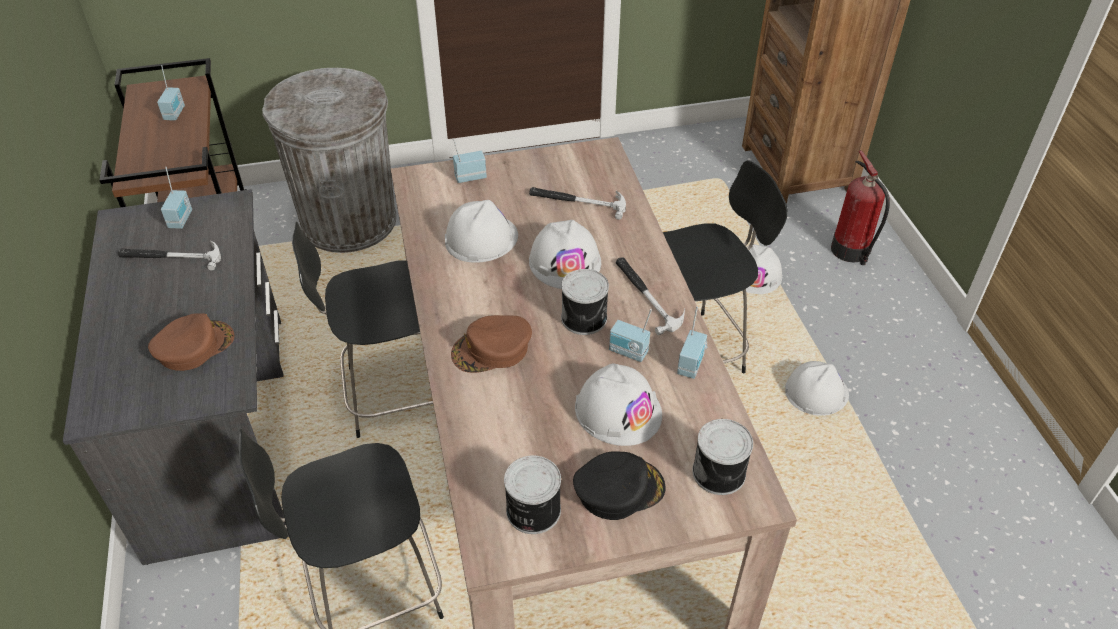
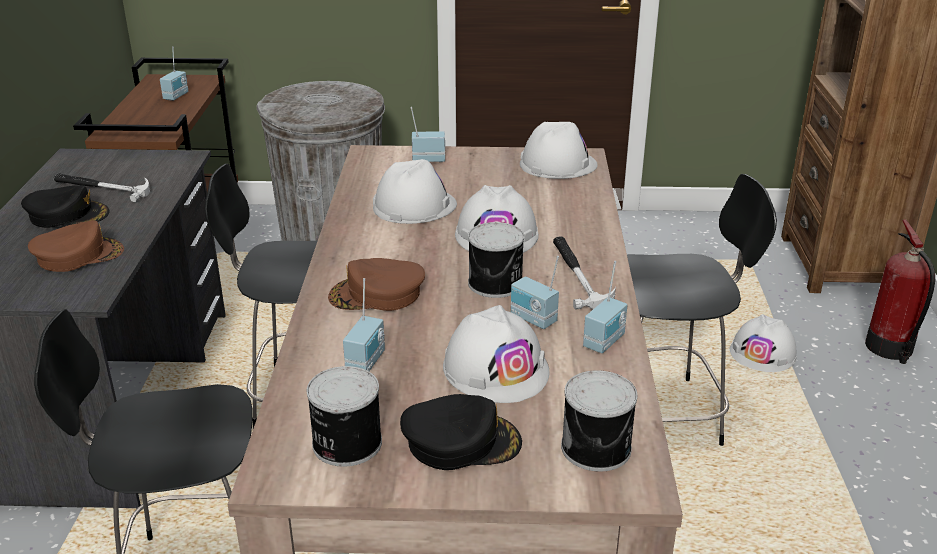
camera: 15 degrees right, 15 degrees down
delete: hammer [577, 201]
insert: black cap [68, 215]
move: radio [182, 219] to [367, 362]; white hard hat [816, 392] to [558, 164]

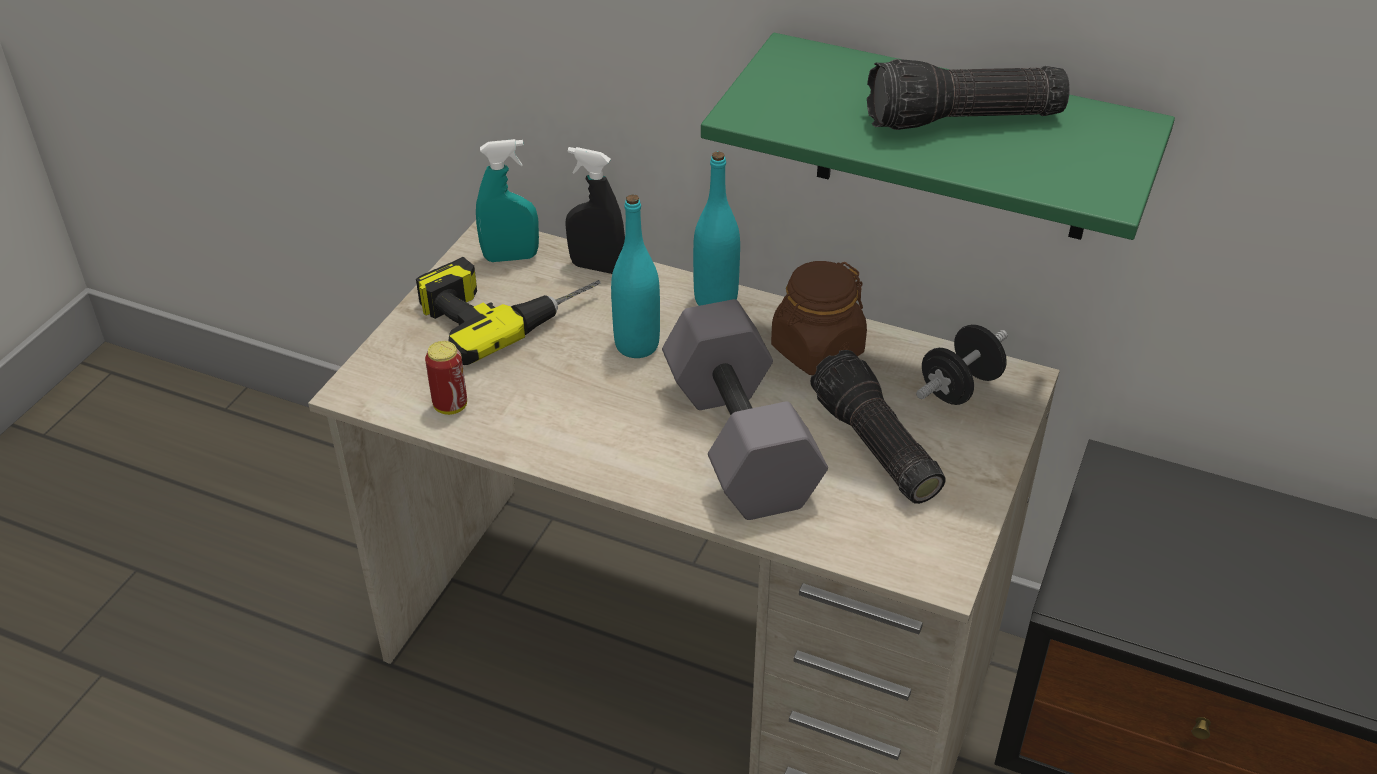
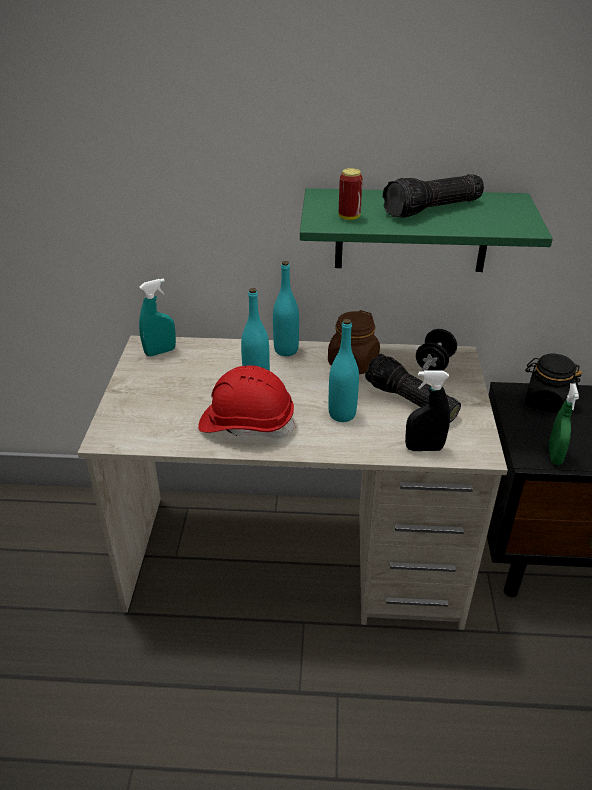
camera: 20 degrees left, 5 degrees down
delete: power drill [505, 307]
insert: red hard hat [246, 424]; black jar [546, 401]; green spray bottle [554, 455]
move: can [450, 406] to [349, 217]; black spray bottle [596, 267] to [424, 448]
replace: grey dumbbell [744, 441] to turquoise bottle [342, 414]

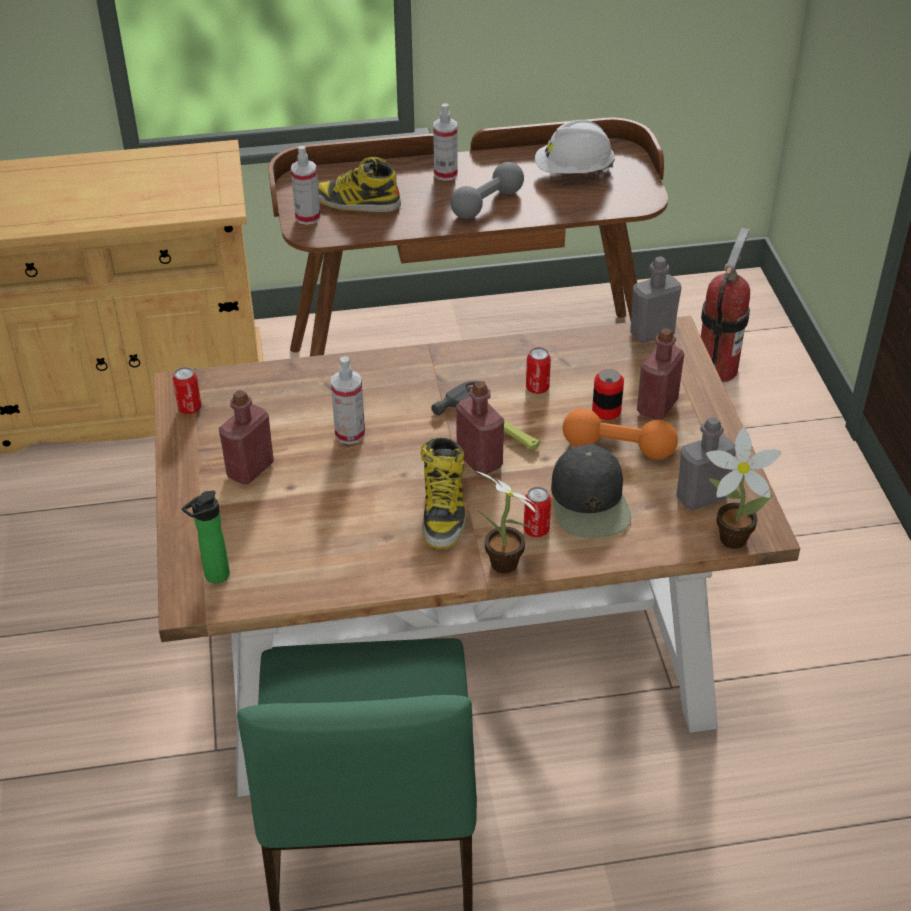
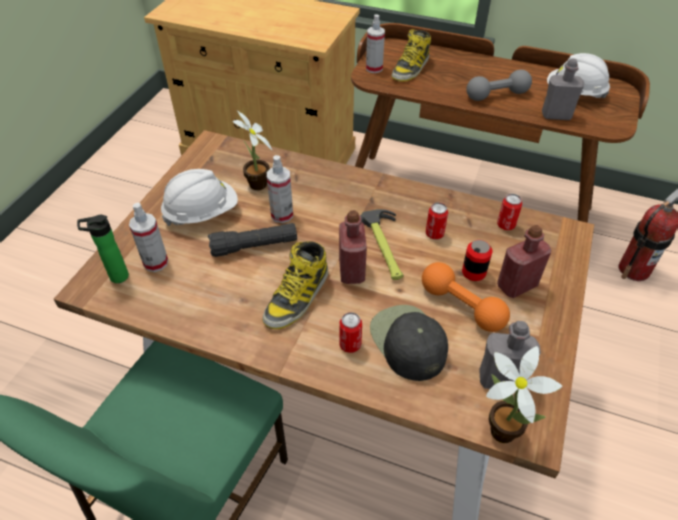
camera: 30 degrees right, 5 degrees up
insert: black flashlight [254, 246]
move: spray bottle [445, 174] to [156, 262]; potted plant [506, 567] to [257, 187]; can [189, 408] to [506, 225]; grey bottle [652, 333] to [556, 115]
replace: red bottle [250, 469] to white hard hat [202, 213]
rotate: black cap [590, 502] = [407, 342] 135 degrees clockwise; boot [355, 202] = [410, 68] 105 degrees counterclockwise

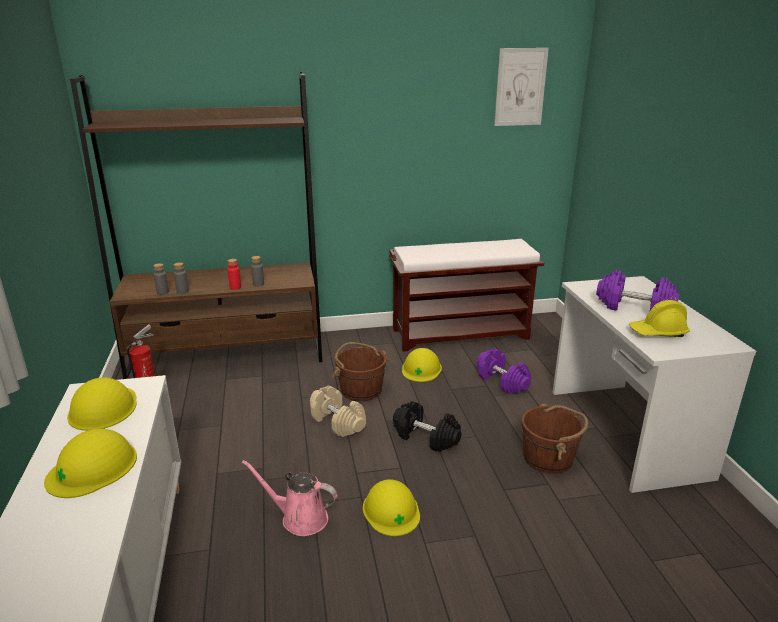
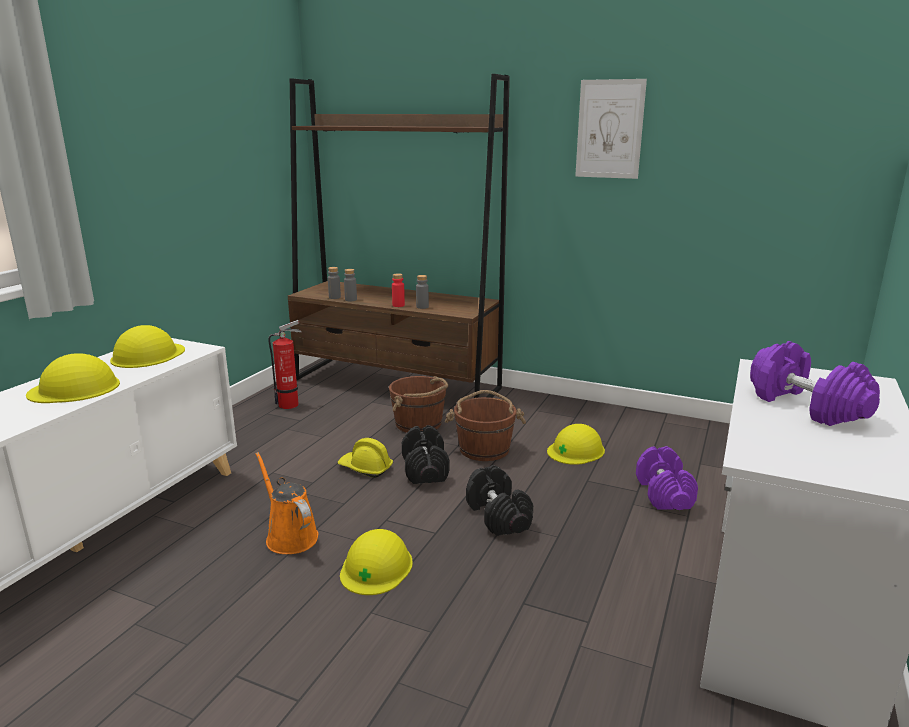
camera: 35 degrees right, 5 degrees down
delete: brown bench [461, 334]
move: yellow hard hat [658, 332] to [365, 468]; brown bucket [549, 458] to [419, 424]; picture [520, 87] to [609, 129]
recolor: pink watering can [300, 518] to orange watering can [289, 536]; beige dumbbell [337, 422] to black dumbbell [424, 469]

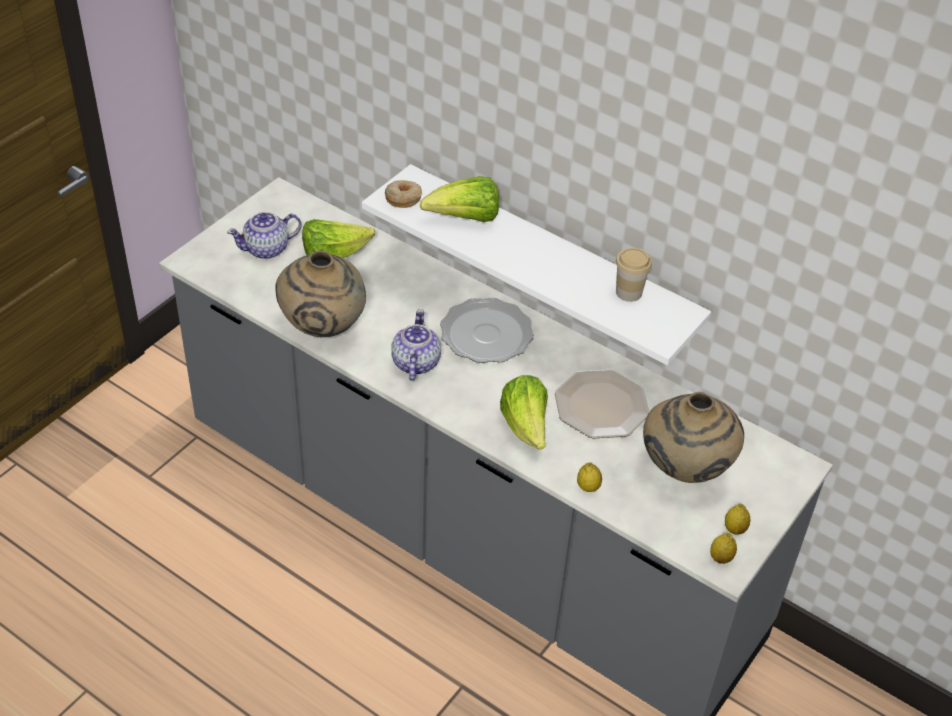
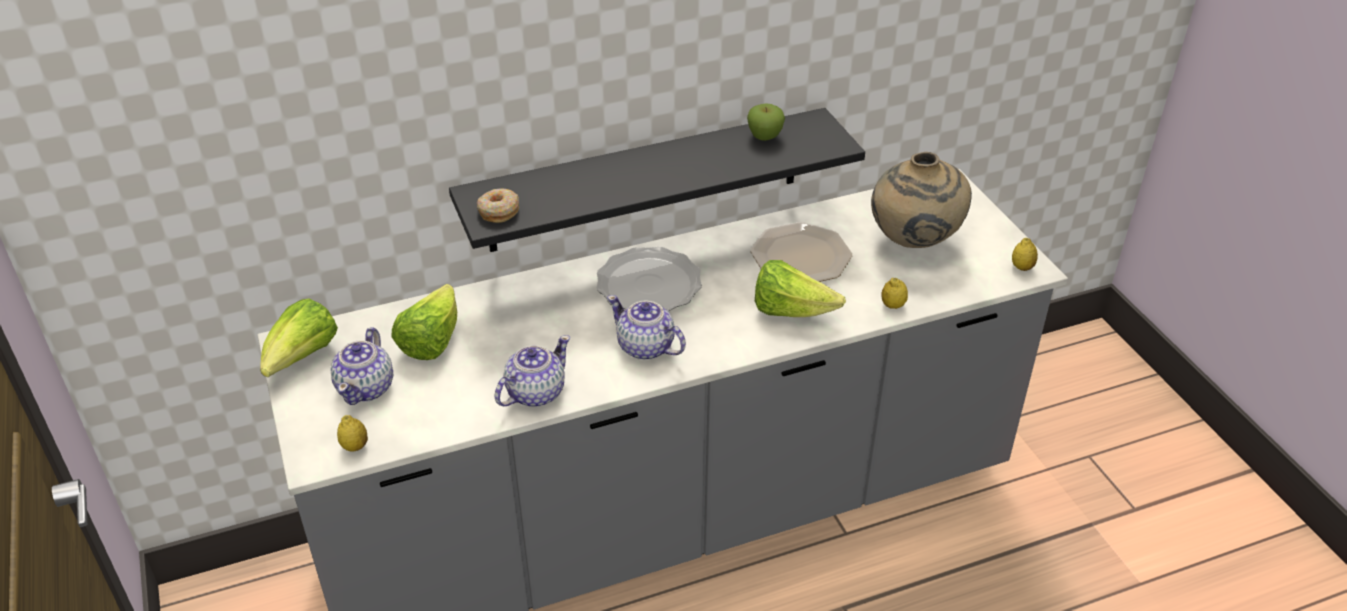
camera: 55 degrees left, 5 degrees down
move: lettuce [465, 219] to [302, 358]; lemon [735, 529] to [355, 446]
replace: beige vase [323, 328] to teapot [534, 393]; cup [628, 292] to apple [764, 137]
recolor: white shelf [550, 262] to black shelf [645, 180]

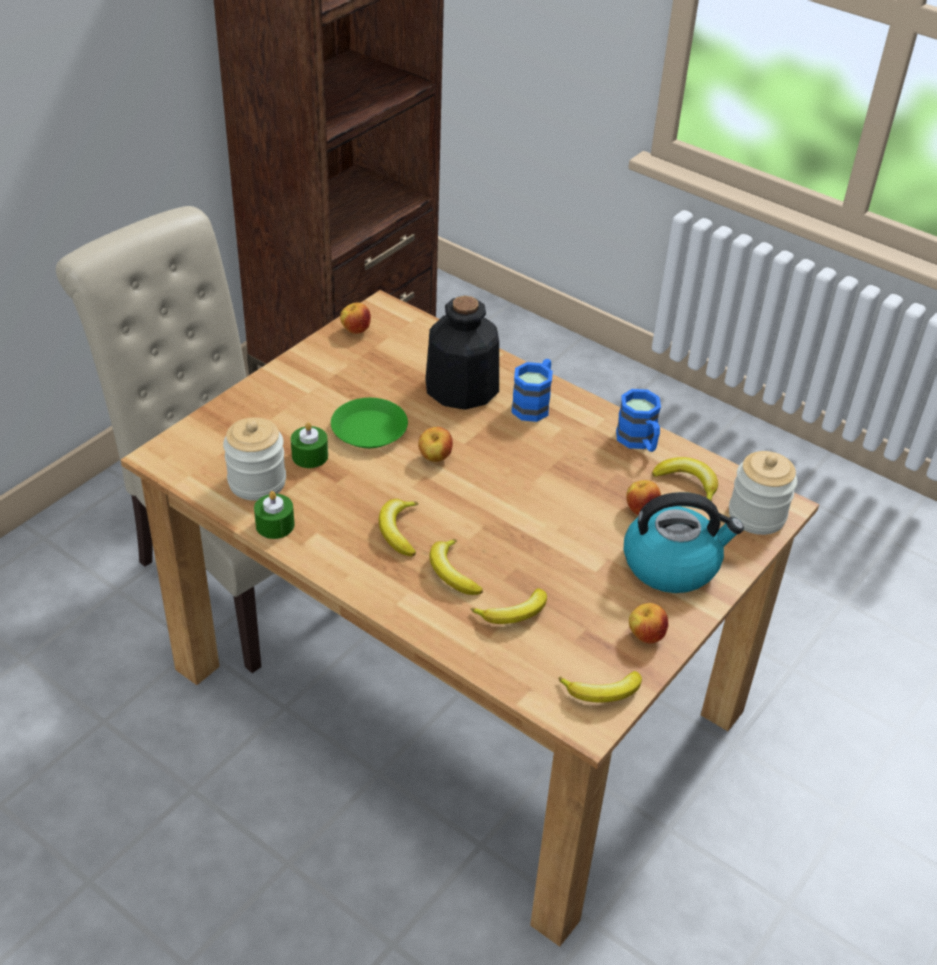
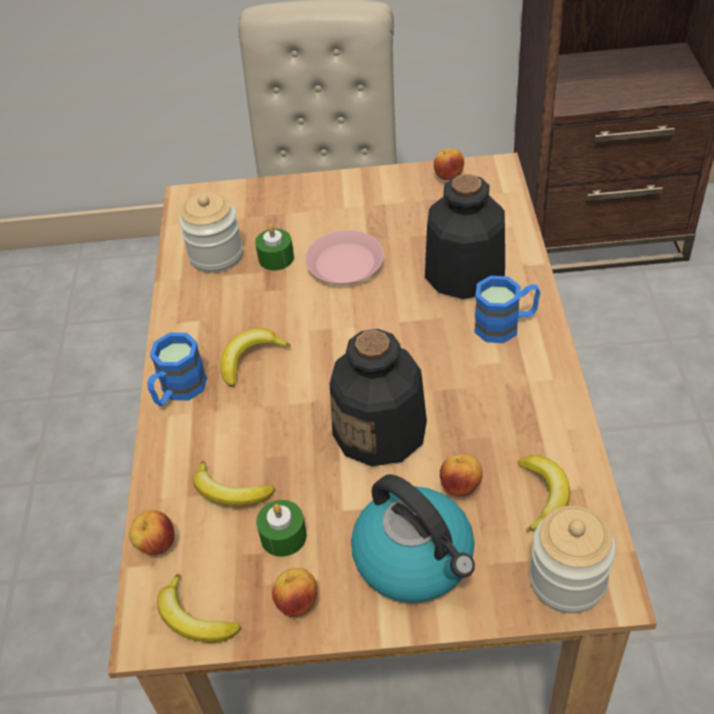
camera: 55 degrees right, 5 degrees up
delete: banana [452, 573]
insert: bottle [381, 430]
move: apple [434, 458] to [156, 545]; blue mug [639, 442] to [178, 391]; green candle [275, 525] to [283, 536]
recolor: green plate [369, 430] to pink plate [344, 264]

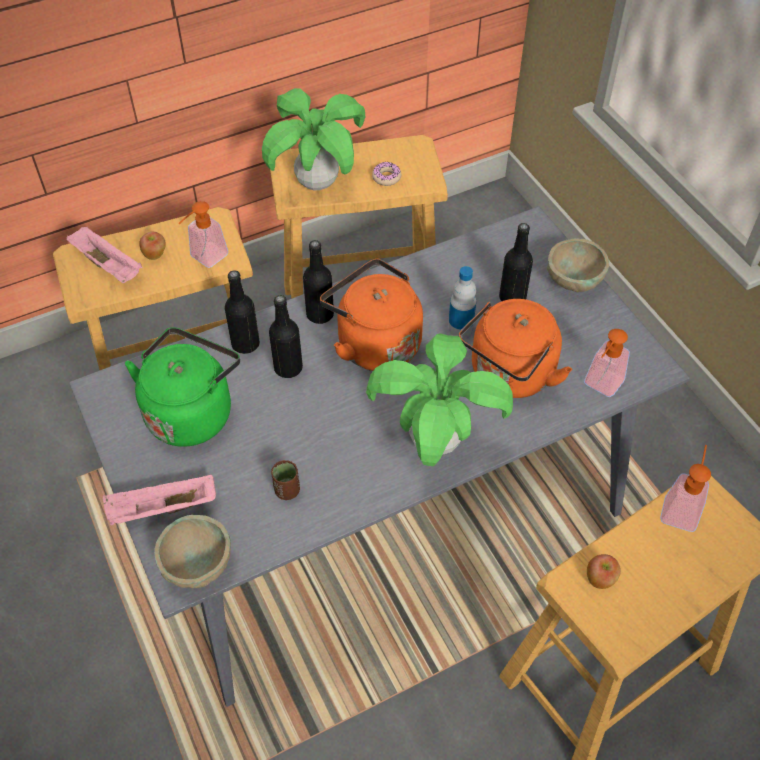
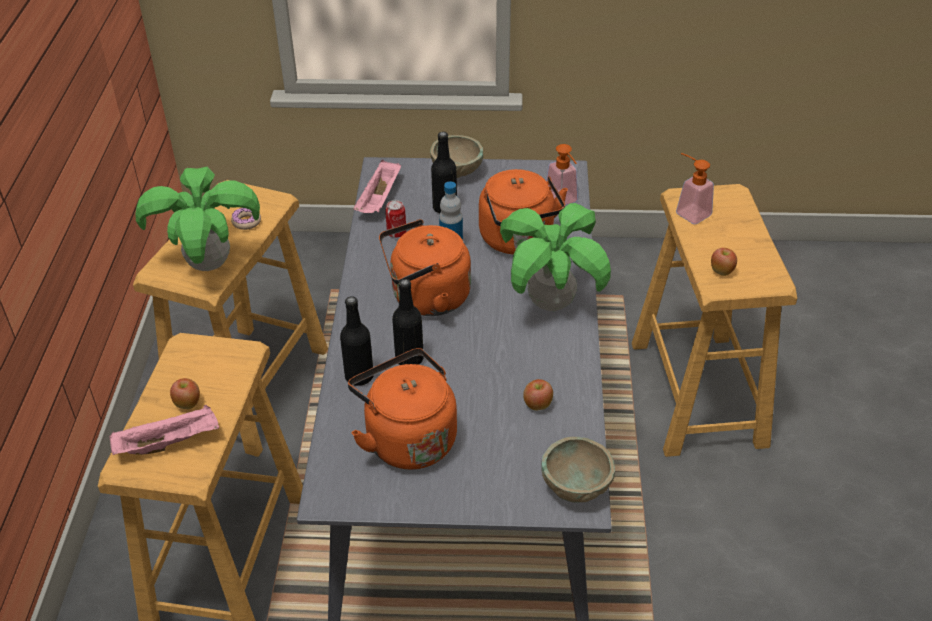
camera: 60 degrees left, 10 degrees down
delete: soap dispenser [205, 259]; black bottle [320, 314]
insert: can [396, 233]
move: pink tray [162, 510] to [379, 200]
replace: brown cup [287, 490] to apple [537, 405]
recolor: green kettle [192, 411] to orange kettle [407, 438]

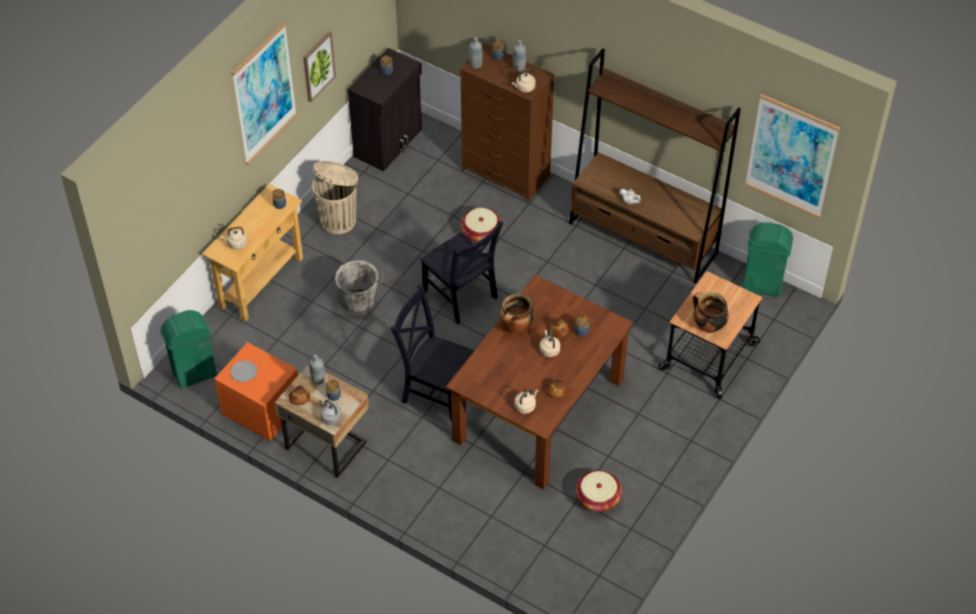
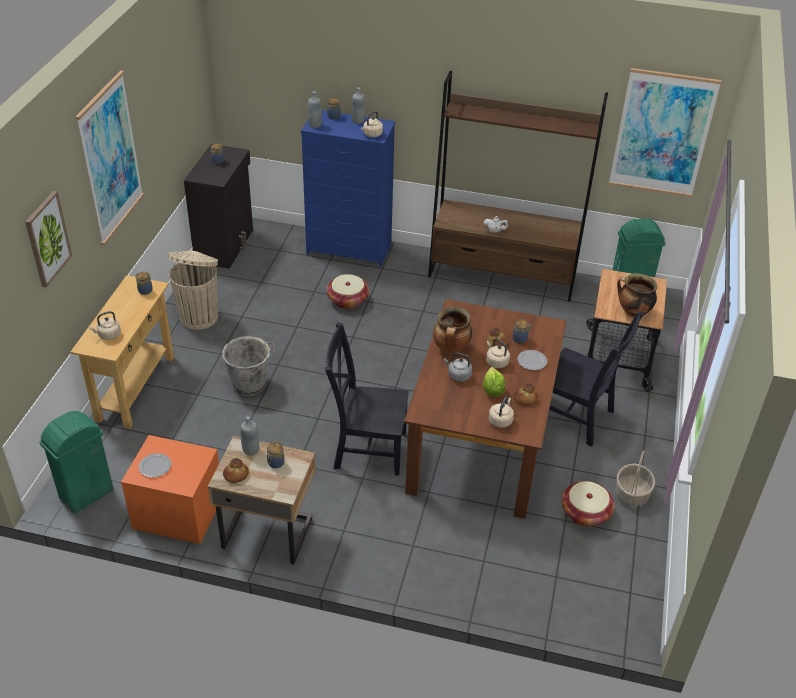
camera: 20 degrees left, 10 degrees down
insert: lettuce [492, 390]; plate [532, 361]; basket [632, 494]
move: picture [318, 66] to [47, 239]; grey kettle [330, 417] to [458, 375]; black chair [461, 296] to [577, 418]
recolor: brown dresser [506, 173] to blue dresser [350, 249]

